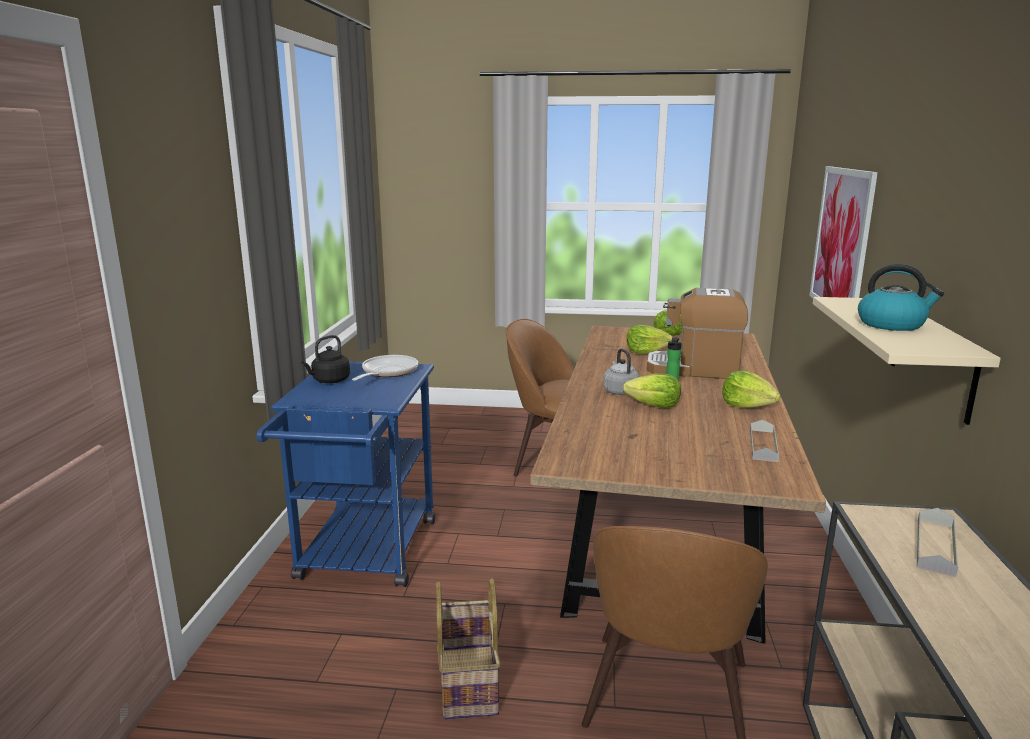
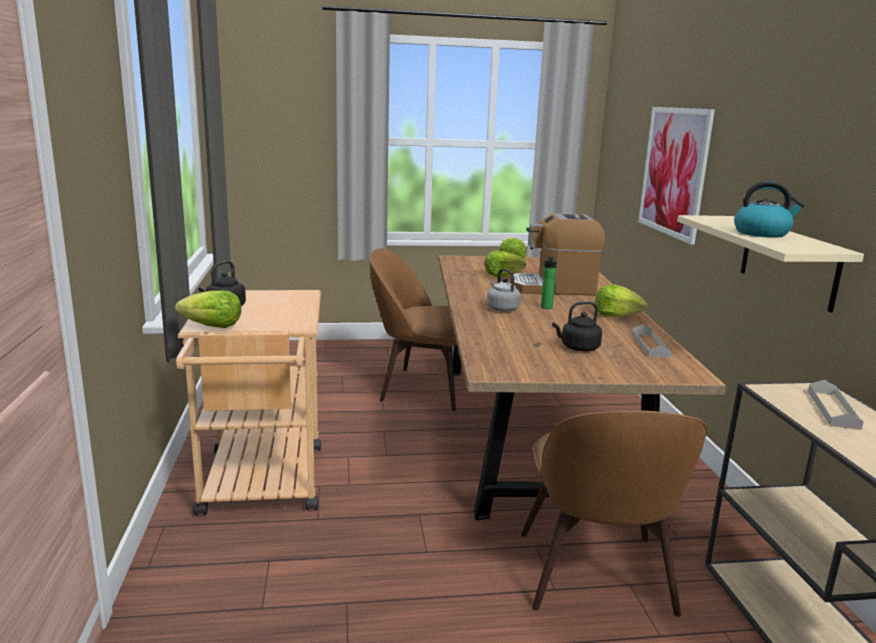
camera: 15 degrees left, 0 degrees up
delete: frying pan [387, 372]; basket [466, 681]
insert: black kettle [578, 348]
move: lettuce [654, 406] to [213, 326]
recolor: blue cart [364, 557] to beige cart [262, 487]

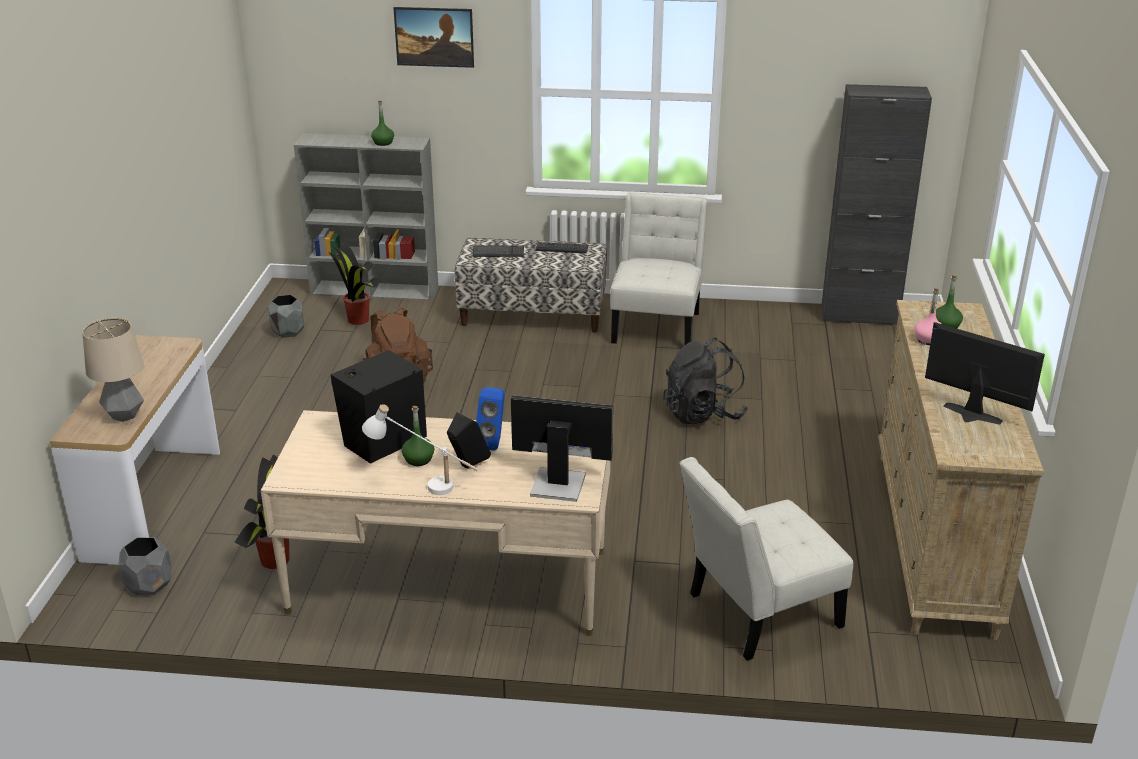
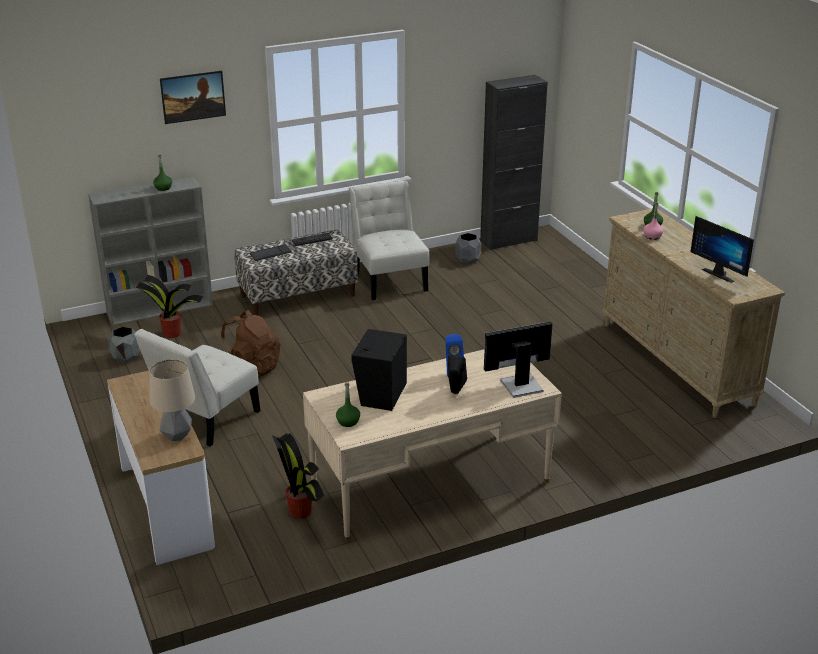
camera: 30 degrees left, 0 degrees up
delete: white table lamp [422, 484]; black backpack [703, 414]
move: white chair [757, 613] to [204, 420]; green bottle [418, 459] to [348, 421]; grey planter [150, 585] to [468, 259]
rotate: monitor [970, 416] = [720, 274] 135 degrees counterclockwise

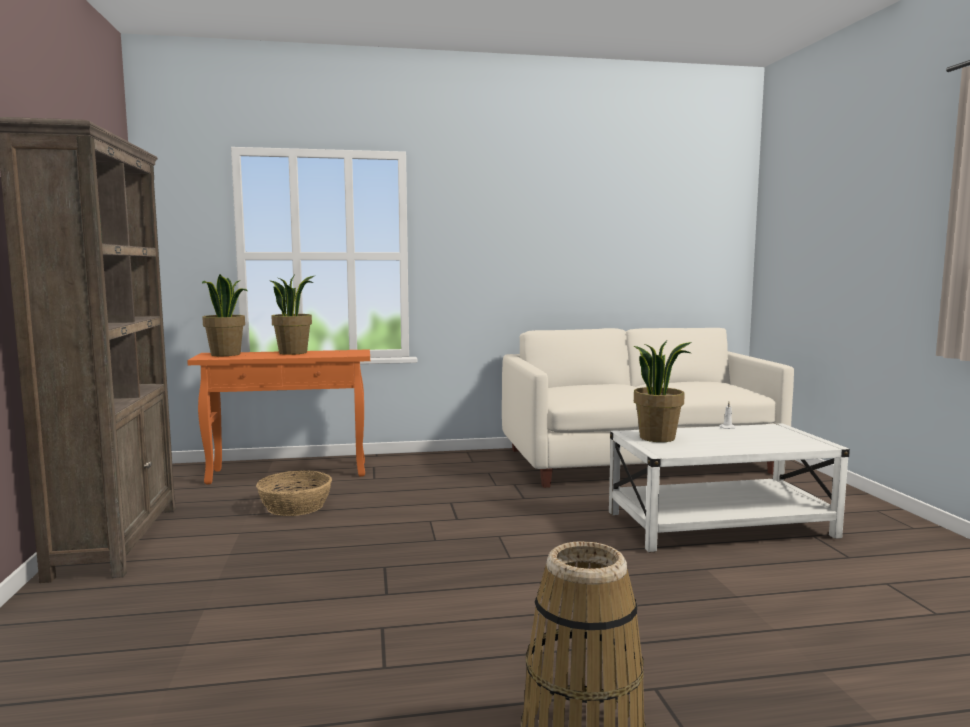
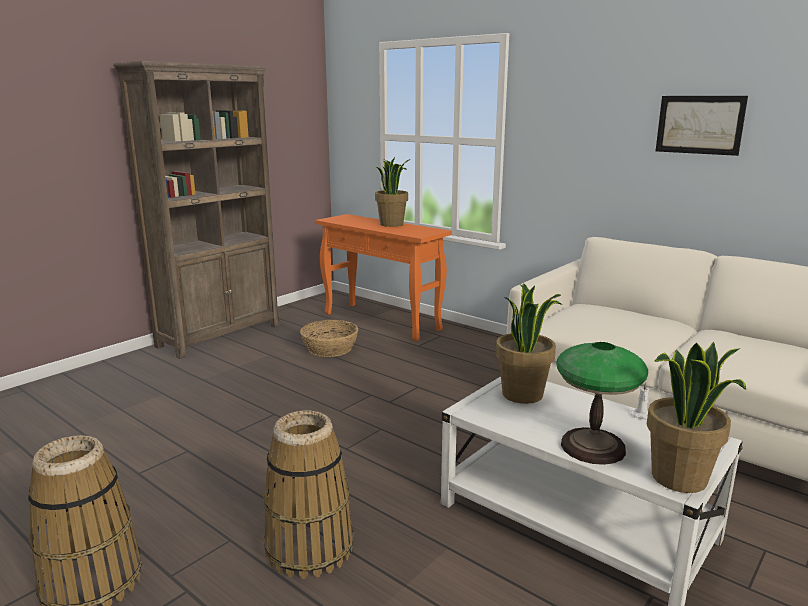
camera: 50 degrees right, 10 degrees up
insert: basket [309, 548]; table lamp [593, 447]; picture [699, 124]
move: potted plant [226, 354] to [679, 479]

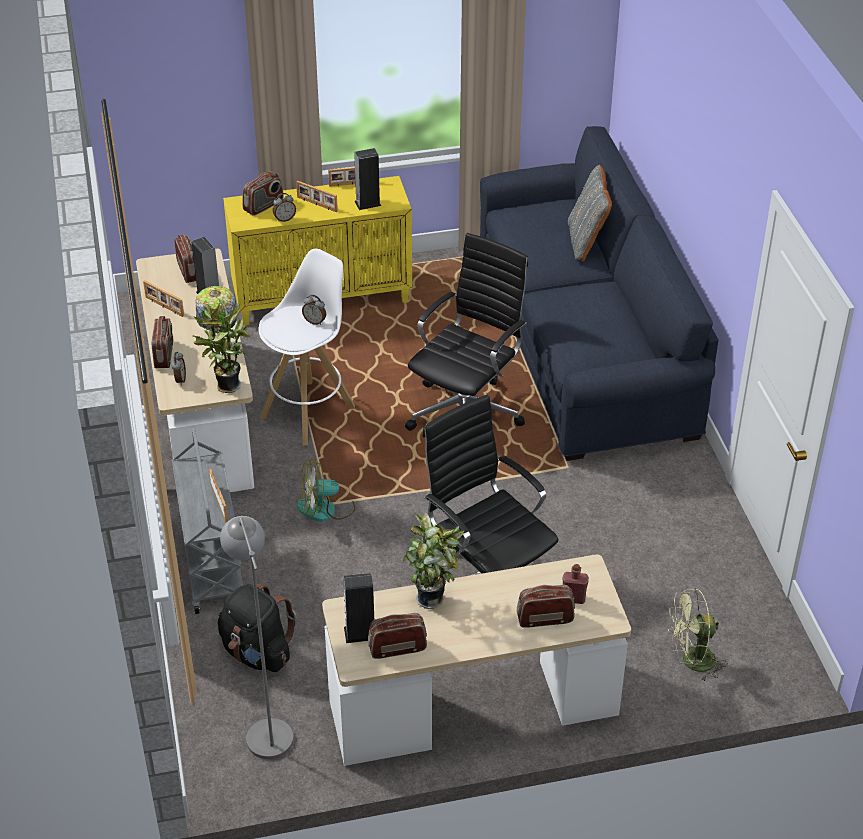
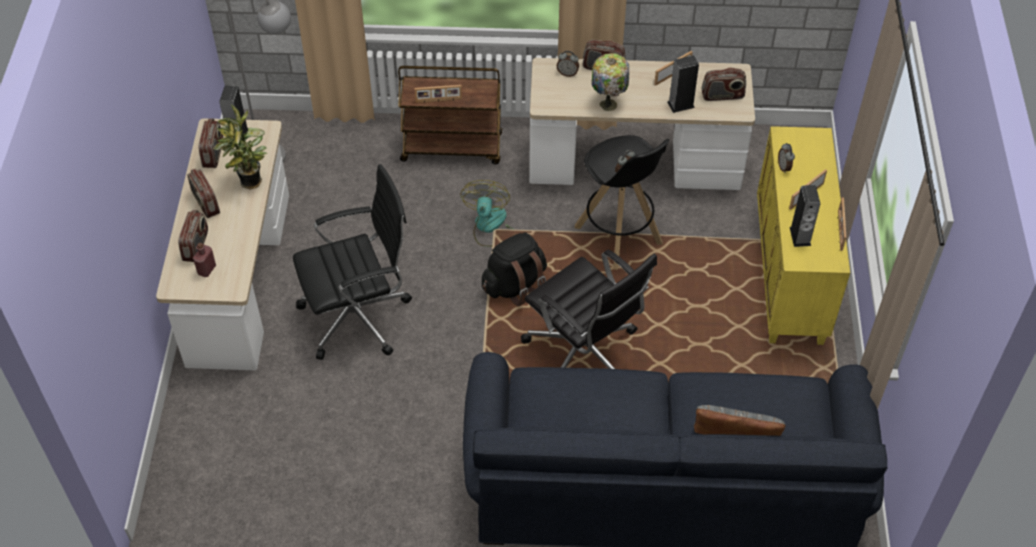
camera: 105 degrees right, 10 degrees up
delete: potted plant [225, 386]; green fan [691, 661]
move: radio [263, 206] to [205, 203]; black backpack [257, 653] to [515, 285]
recolor: grey cart [211, 565] to brown cart [452, 147]; white stool [309, 411] to black stool [619, 236]

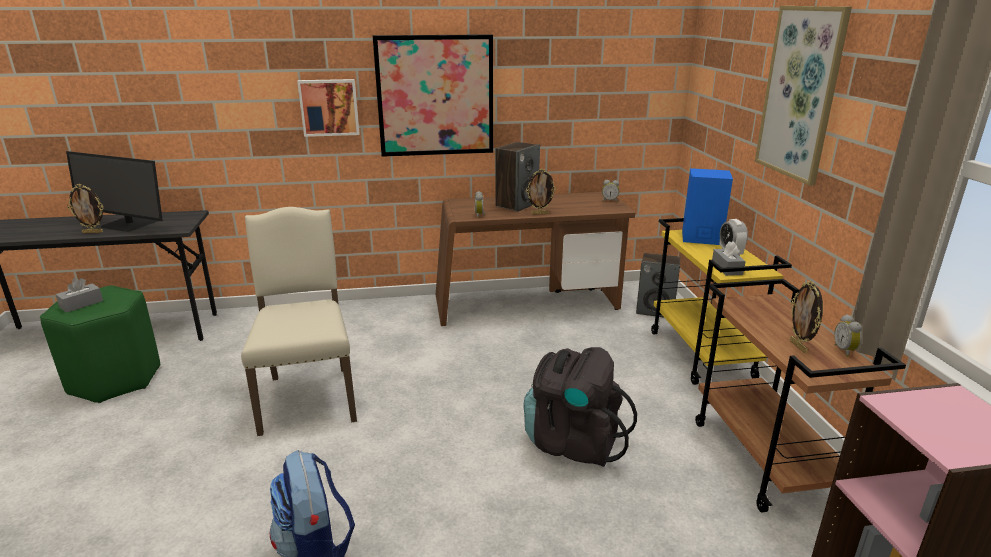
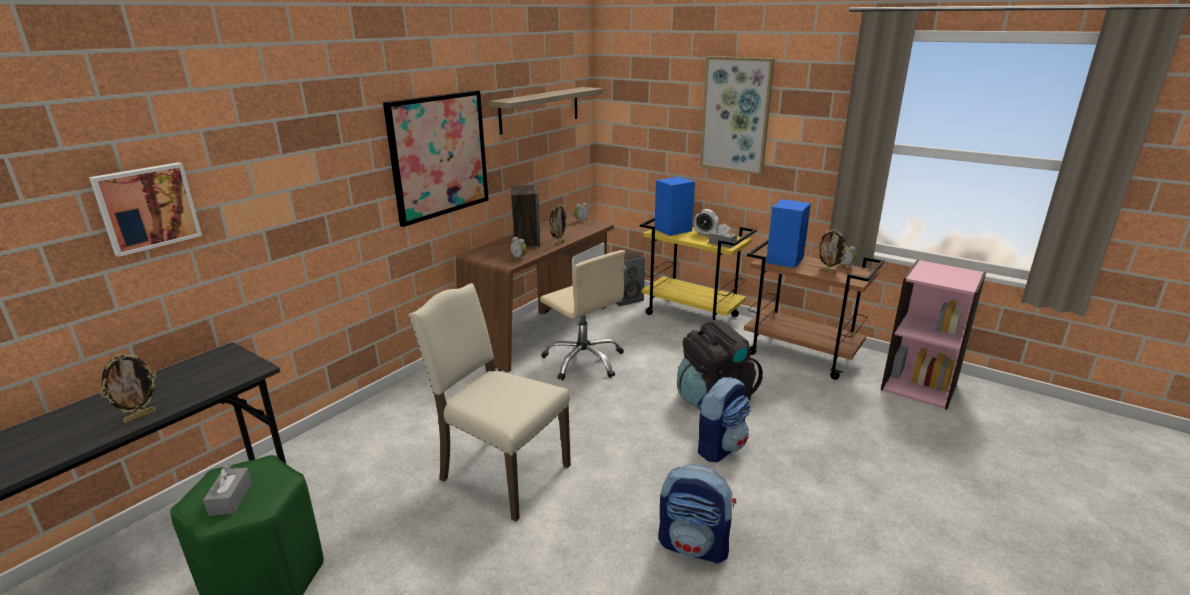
camera: 45 degrees left, 0 degrees up
delete: monitor [129, 224]
insert: shelf [540, 109]; beige office chair [584, 360]; backpack [720, 447]; blue speaker [785, 260]
move: picture [329, 107] to [147, 207]

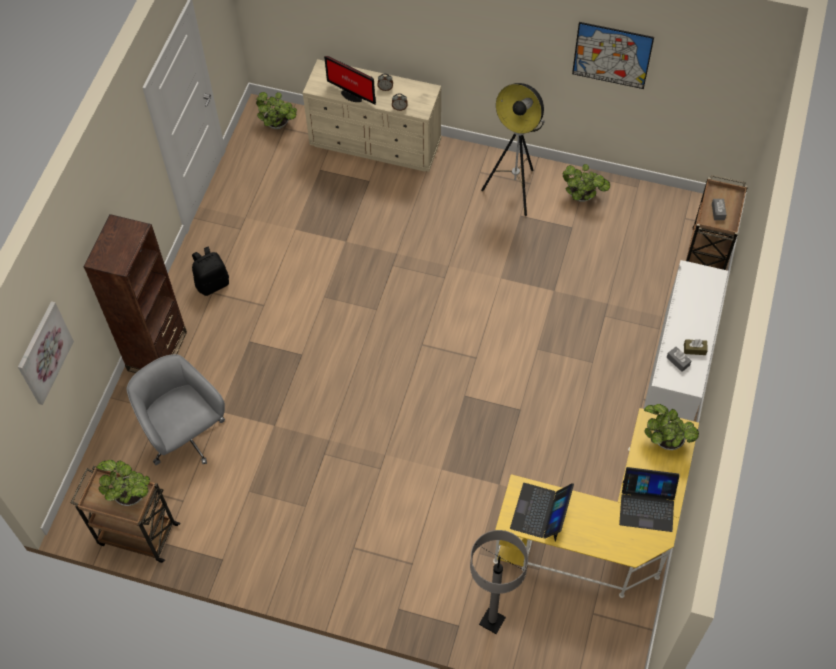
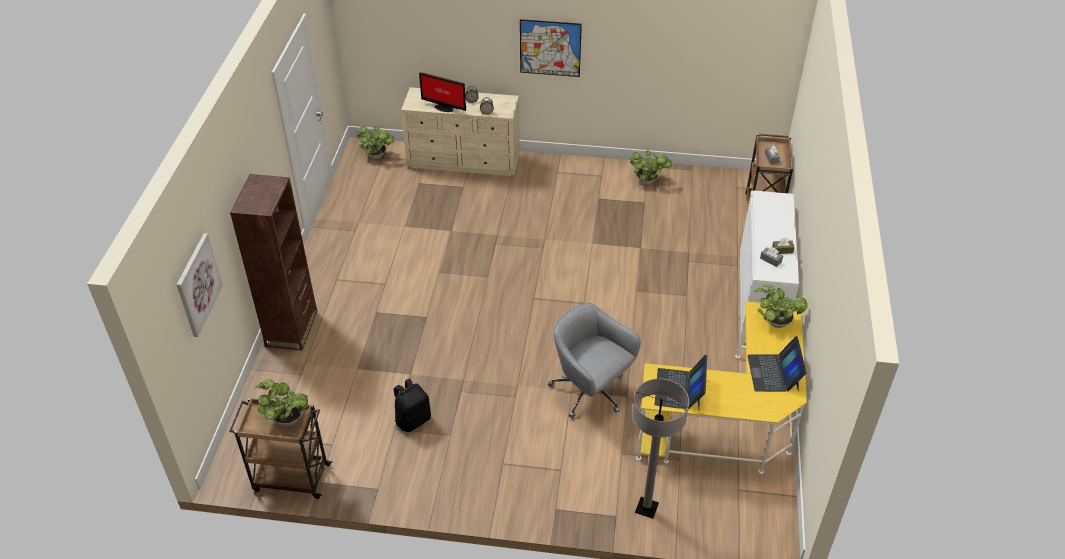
camera: 10 degrees left, 15 degrees down
delete: floor lamp [514, 191]
move: black backpack [212, 283] to [413, 419]; picture [612, 55] to [550, 48]; grey office chair [185, 436] to [590, 392]
rotate: laptop [647, 505] = [774, 373] 90 degrees clockwise

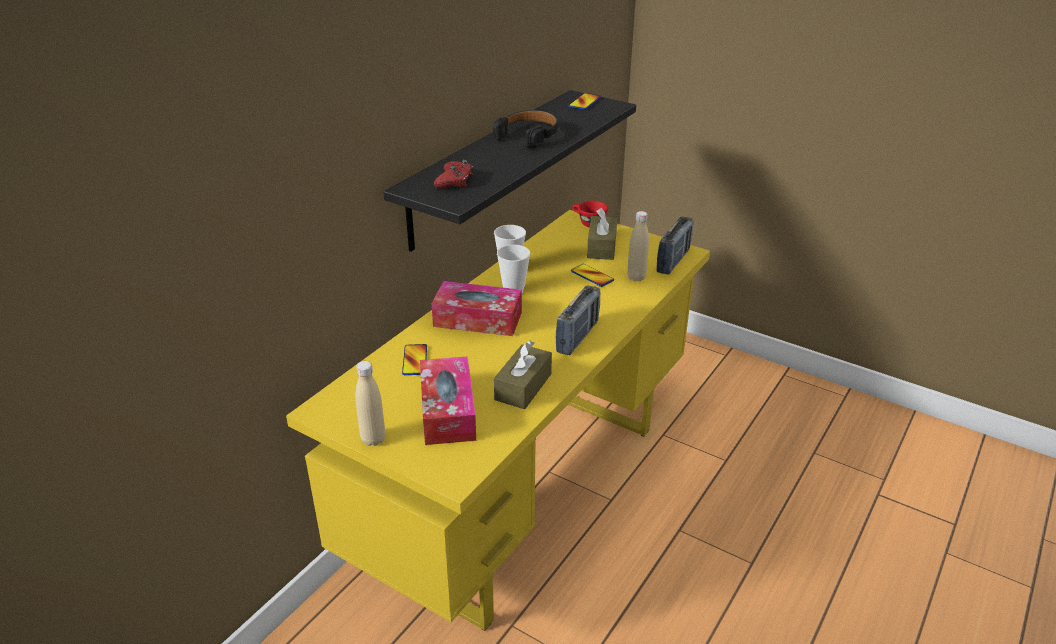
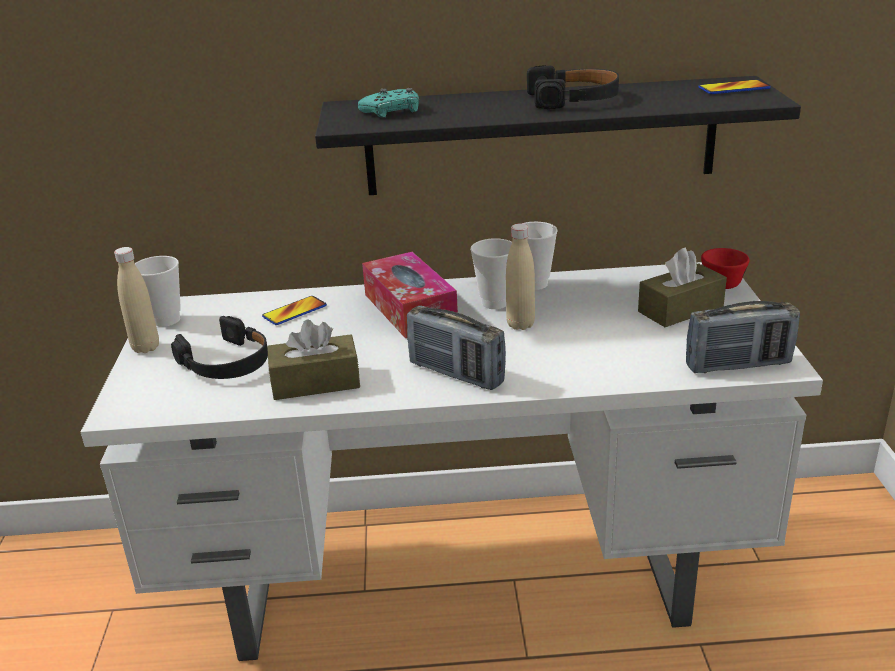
camera: 55 degrees right, 5 degrees down
delete: phone [592, 276]
insert: cup [166, 320]
move: beige bottle [636, 277] to [520, 324]
replace: tissue box [448, 411] to black headphones [226, 362]
recolor: yellow desk [525, 492] to white desk [461, 580]; red game controller [455, 181] to turquoise game controller [392, 111]
rotate: radio [577, 337] = [456, 373] 45 degrees clockwise

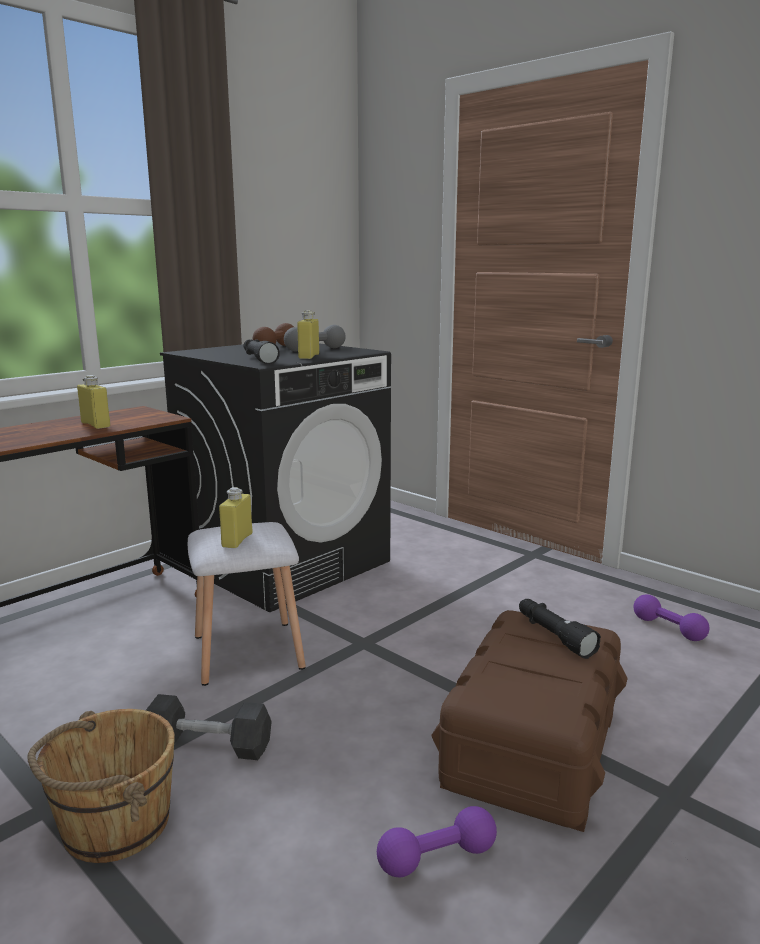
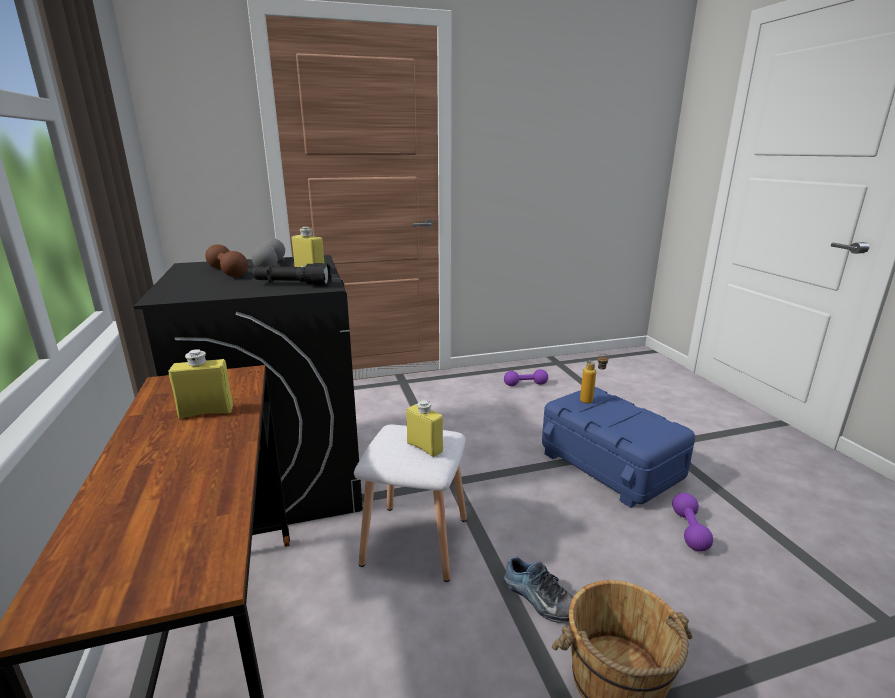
camera: 60 degrees left, 5 degrees up
replace: black dumbbell [208, 746] to shoe [539, 599]; black flashlight [554, 636] to bottle [591, 401]
recolor: brown storage box [533, 750] to blue storage box [610, 465]

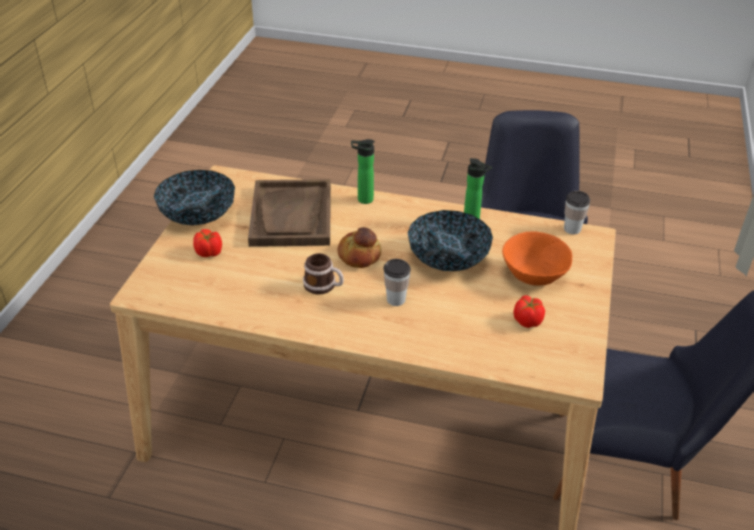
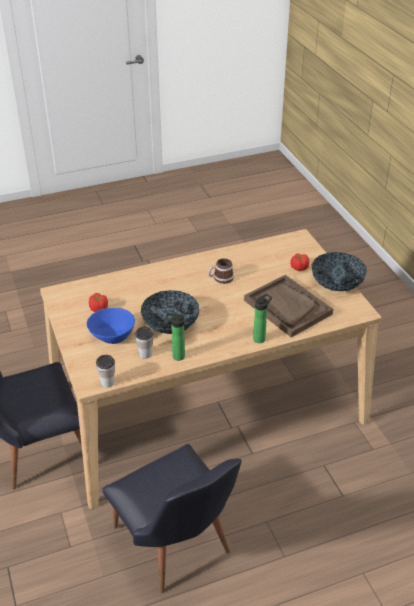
camera: 145 degrees right, 0 degrees up
delete: bread [359, 255]
move: cup [396, 299] to [145, 354]
recolor: orange bowl [532, 275] to blue bowl [113, 336]

